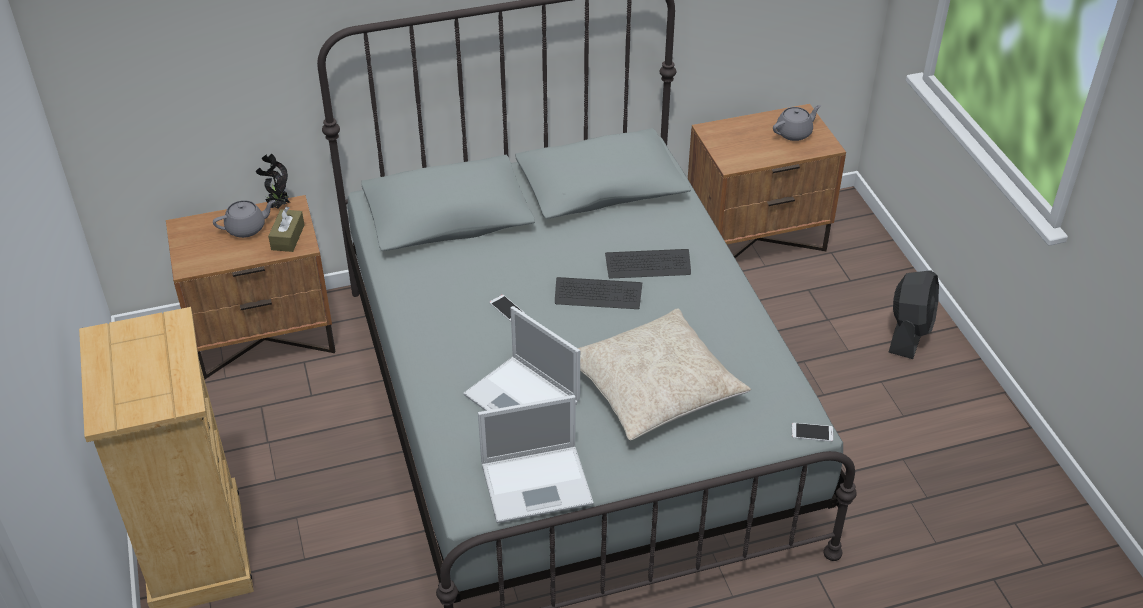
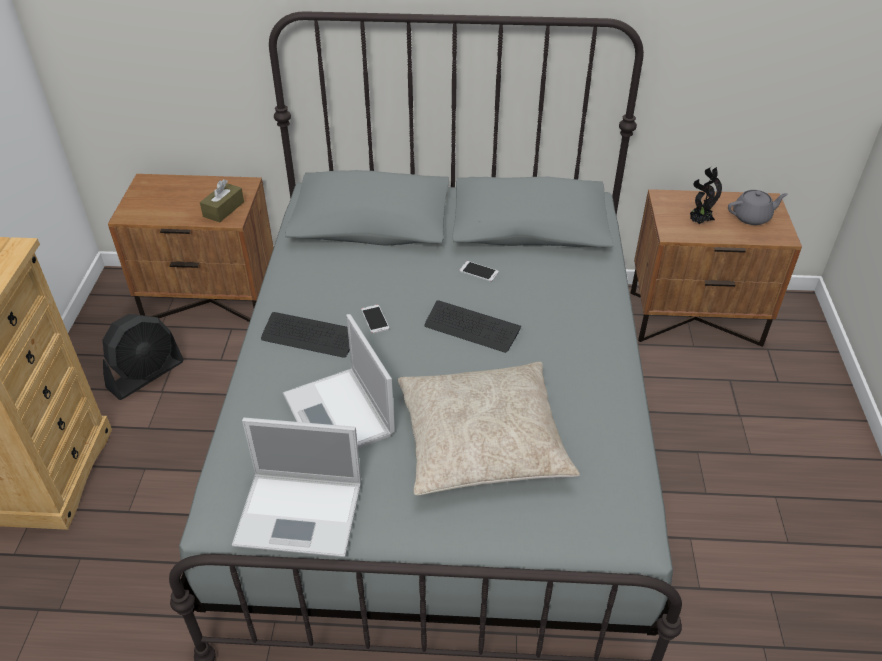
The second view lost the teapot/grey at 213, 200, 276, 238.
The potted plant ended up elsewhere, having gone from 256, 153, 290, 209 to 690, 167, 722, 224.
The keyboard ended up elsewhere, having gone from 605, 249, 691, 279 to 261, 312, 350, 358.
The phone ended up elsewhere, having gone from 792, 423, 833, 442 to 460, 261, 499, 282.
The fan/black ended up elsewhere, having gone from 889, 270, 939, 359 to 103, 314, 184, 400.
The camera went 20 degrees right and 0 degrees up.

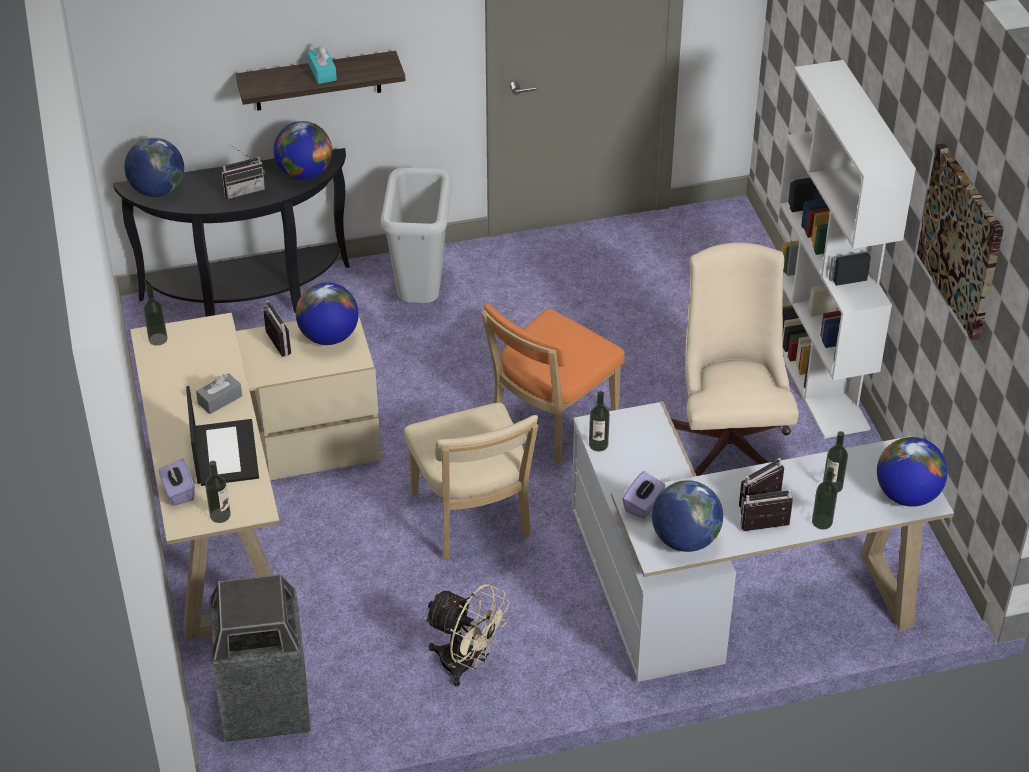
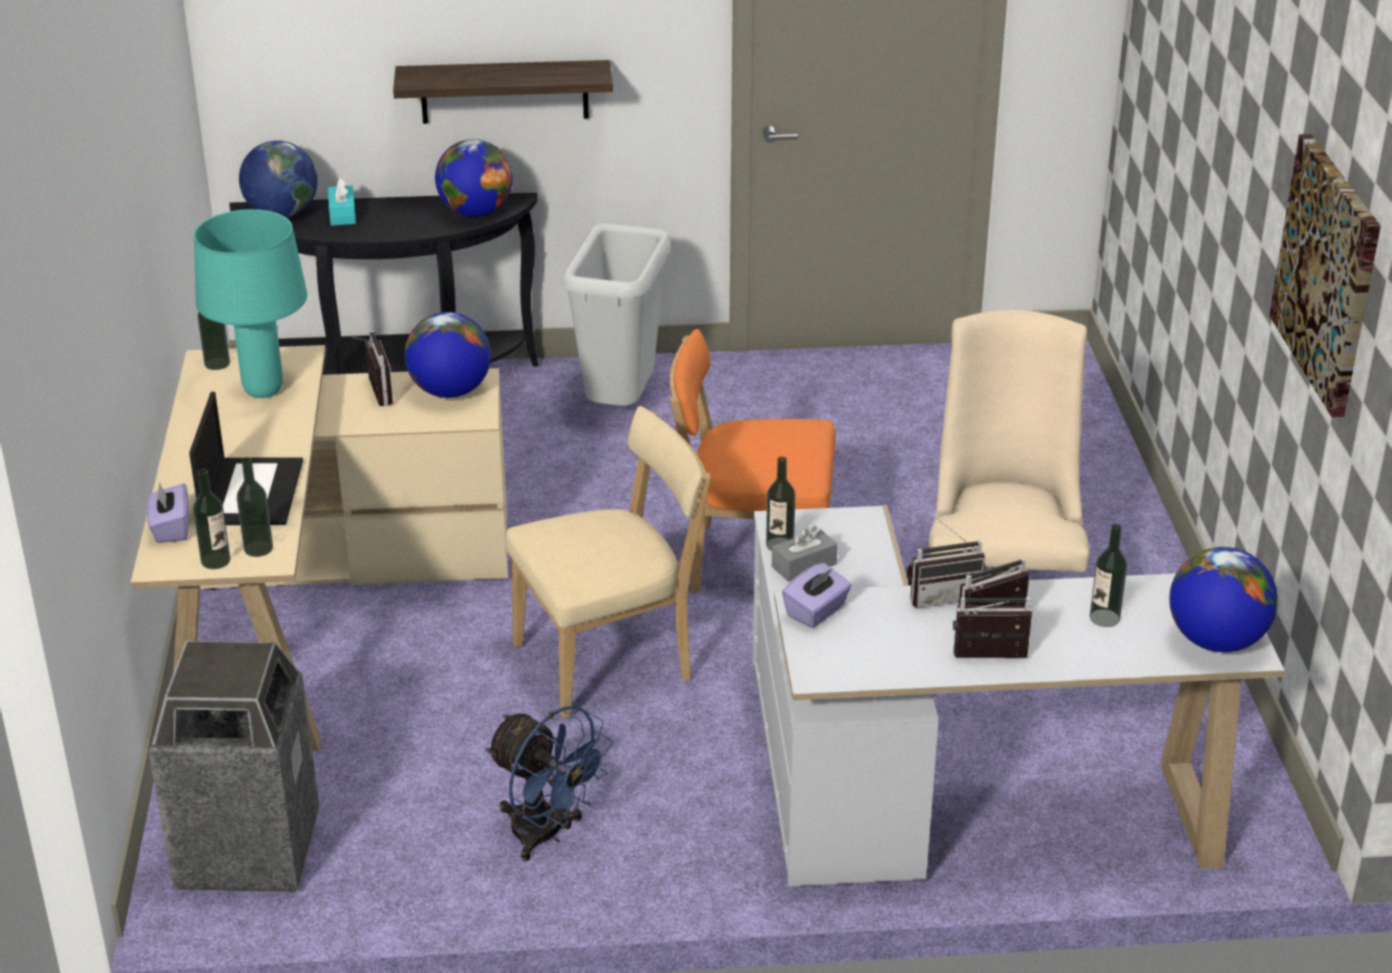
The second view lost the globe at 652, 480, 723, 552.
The second view lost the bookcase/white at 779, 60, 916, 439.
The second view gained the table lamp/turquoise at 194, 209, 307, 398.
The tissue box/grey ended up elsewhere, having gone from 196, 373, 242, 414 to 772, 525, 838, 582.
The radio ended up elsewhere, having gone from 221, 147, 265, 199 to 910, 517, 986, 608.
The tissue box/turquoise ended up elsewhere, having gone from 308, 45, 337, 84 to 328, 178, 356, 226.
The bottle ended up elsewhere, having gone from 812, 467, 838, 530 to 237, 457, 273, 557.
What was the fan/beige at 424, 584, 510, 687 turned into the fan/blue at 485, 706, 613, 861.
The chair/beige at 404, 403, 538, 559 ended up facing another way, 105 degrees counterclockwise from before.
The chair/orange at 481, 303, 625, 465 ended up facing another way, 45 degrees clockwise from before.
The camera went 10 degrees right and 10 degrees down.

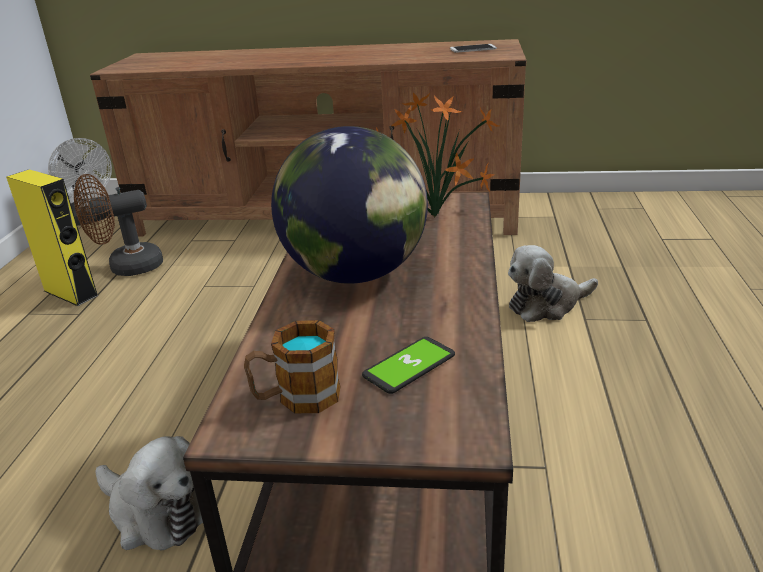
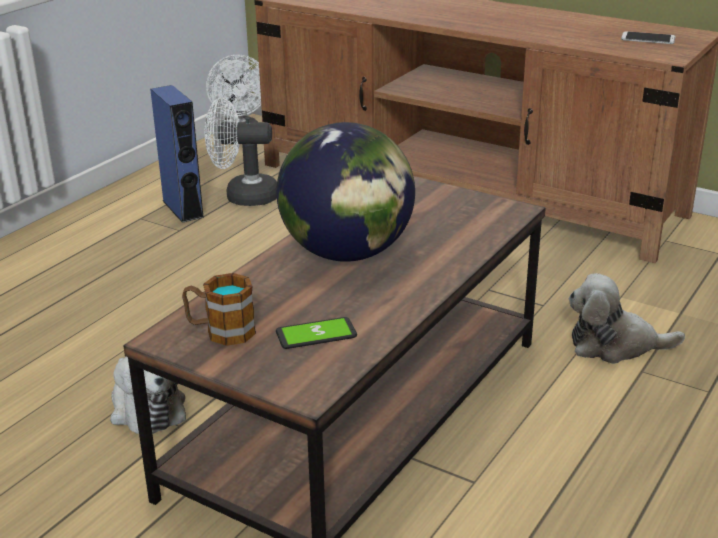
The second view lost the potted plant at 376, 92, 499, 218.
What was the speaker/yellow at 6, 169, 99, 306 turned into the speaker/blue at 150, 85, 204, 223.
What was the fan/brown at 74, 174, 163, 276 turned into the fan/white at 205, 98, 277, 206.
The camera went 25 degrees right and 0 degrees up.

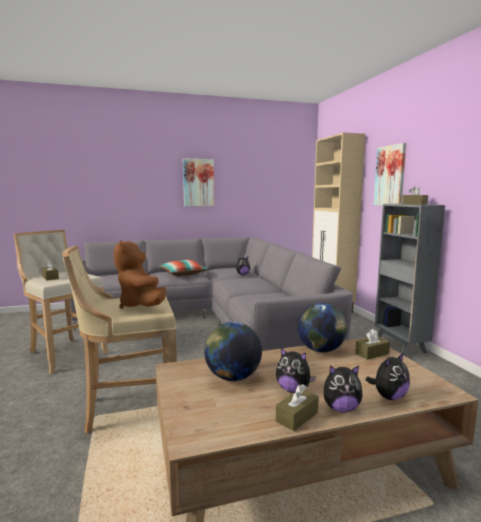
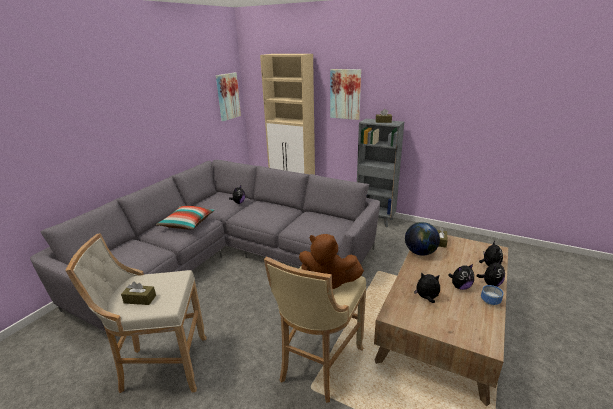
The picture ended up elsewhere, having gone from 183, 158, 214, 206 to 216, 73, 241, 121.
Where the globe stood at 204, 322, 262, 381, the plush toy came to stand at 414, 272, 440, 303.
Where the tissue box/brown stood at 276, 384, 319, 431, the bowl came to stand at 481, 285, 503, 305.
The camera went 45 degrees left and 15 degrees up.

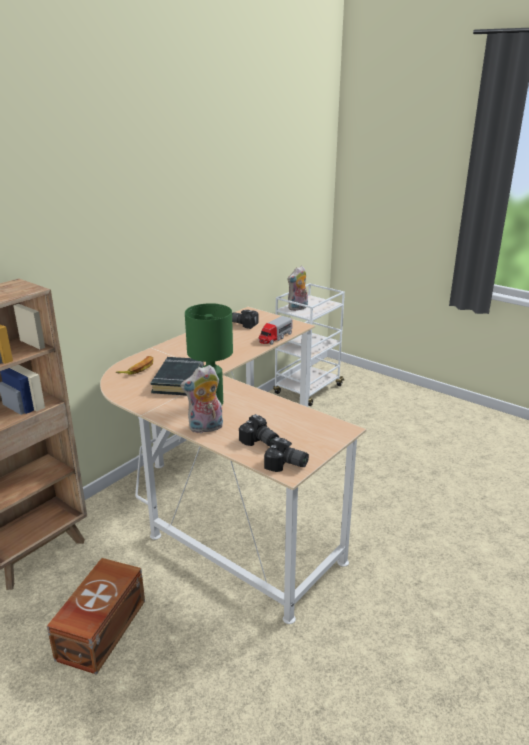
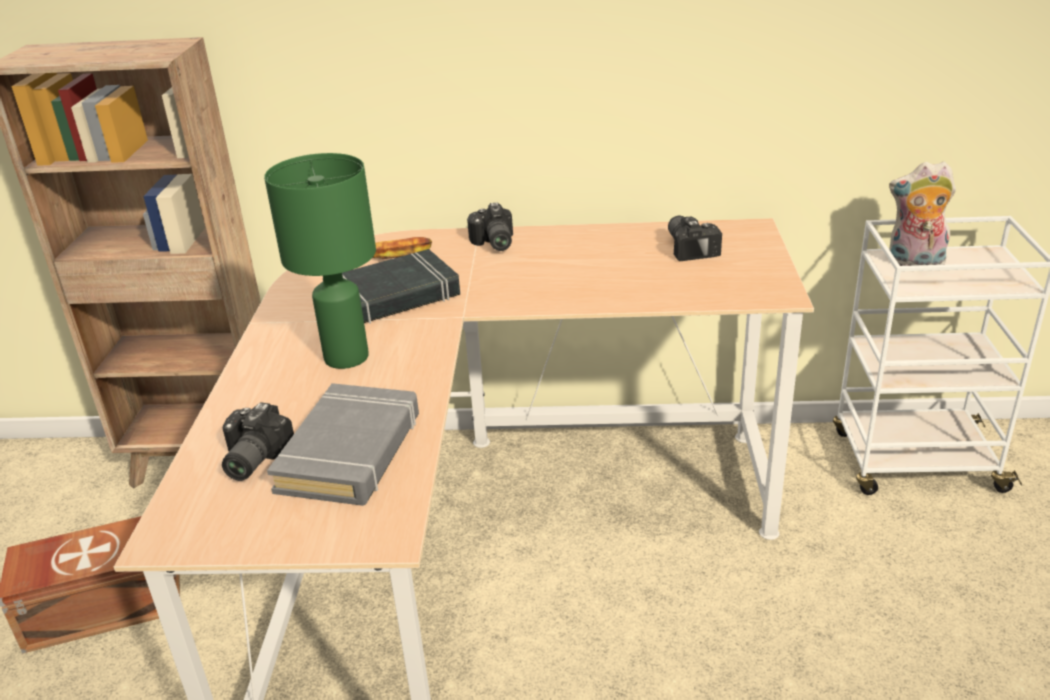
The second view lost the plush toy at 180, 365, 223, 433.
The second view lost the toy truck at 258, 316, 293, 345.
The second view gained the book/grey at 267, 383, 419, 506.
The photo camera ended up elsewhere, having gone from 264, 437, 309, 472 to 467, 202, 513, 251.
The camera went 55 degrees right and 5 degrees up.

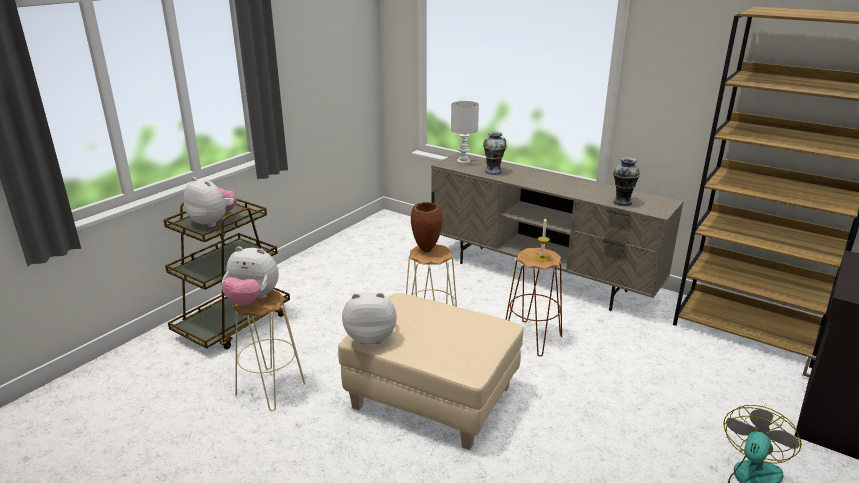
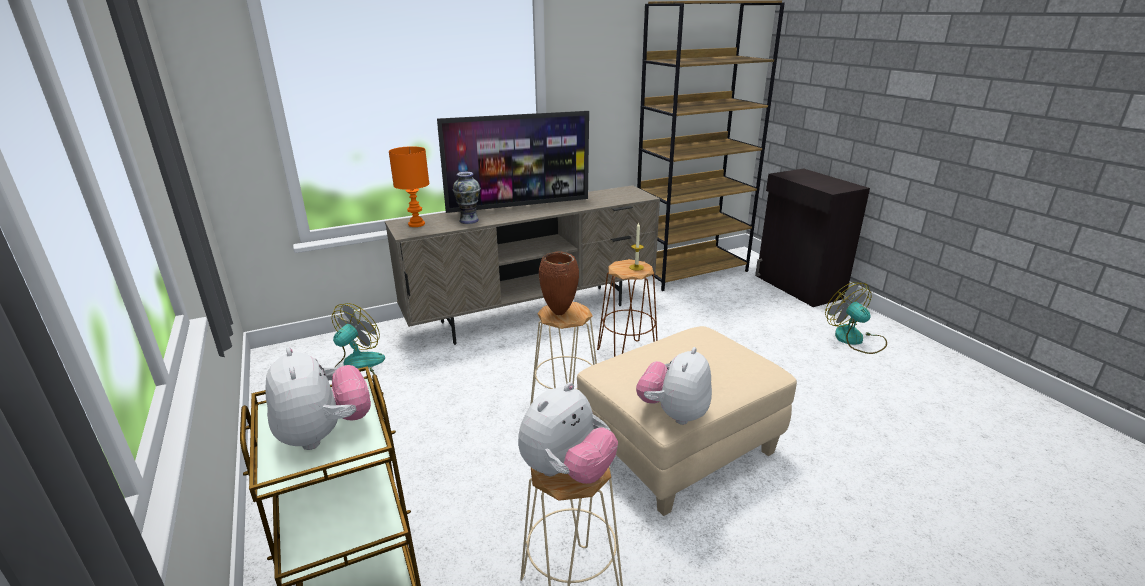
The second view lost the vase at 613, 158, 640, 206.
The second view gained the fan at 332, 303, 385, 380.
The second view gained the television at 437, 111, 589, 213.
What was the table lamp/white at 451, 101, 479, 164 turned into the table lamp/orange at 389, 146, 429, 227.
The plush toy at 184, 177, 237, 227 ended up facing another way, 90 degrees clockwise from before.
The camera went 60 degrees left and 0 degrees up.

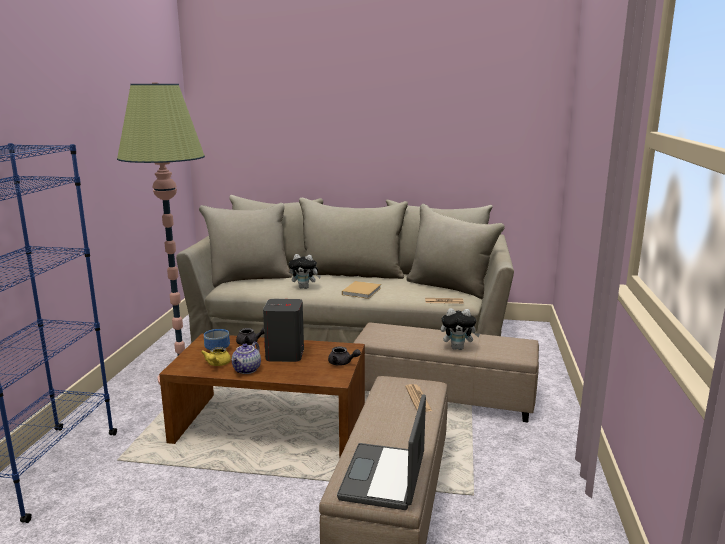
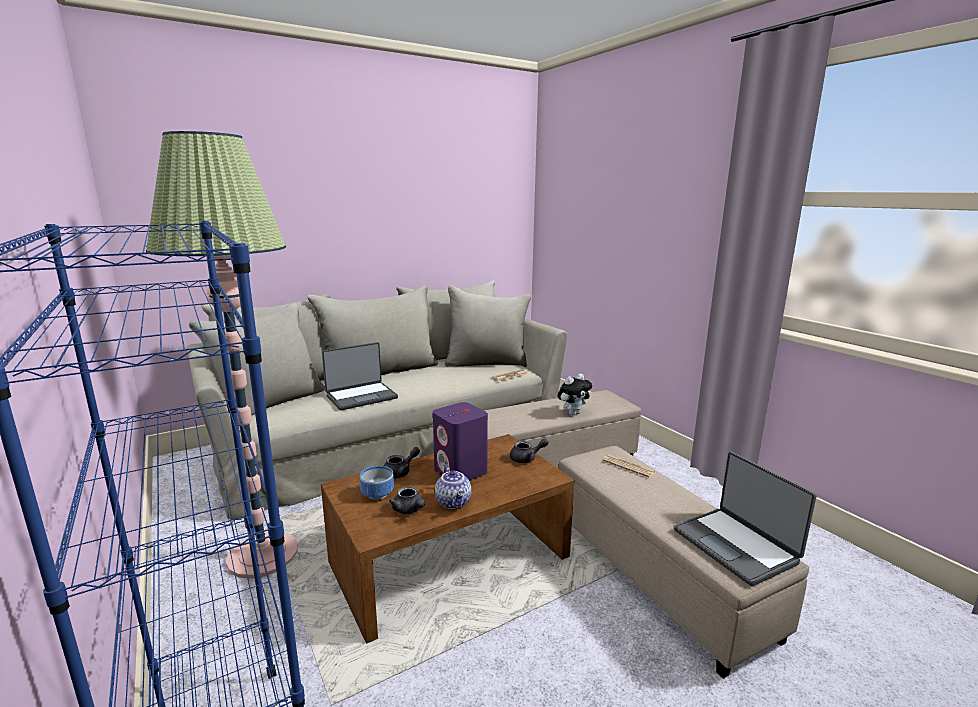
The second view lost the book/beige at 342, 281, 381, 299.
Where the plush toy stood at 289, 254, 321, 289, the laptop came to stand at 322, 342, 398, 411.
What was the teapot/yellow at 201, 347, 231, 366 turned into the teapot/grey at 389, 487, 425, 514.
What was the speaker/grey at 263, 299, 304, 362 turned into the speaker/purple at 433, 402, 488, 480.
The camera went 40 degrees left and 0 degrees up.

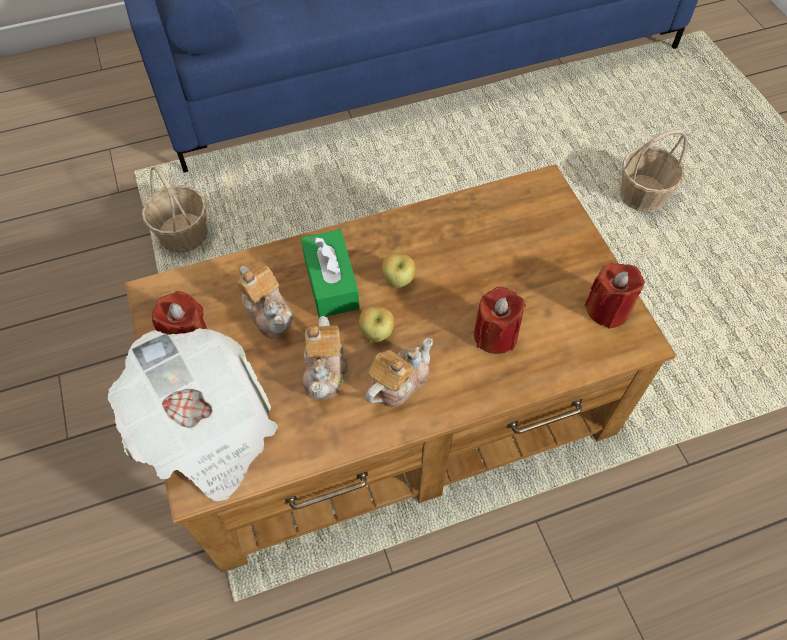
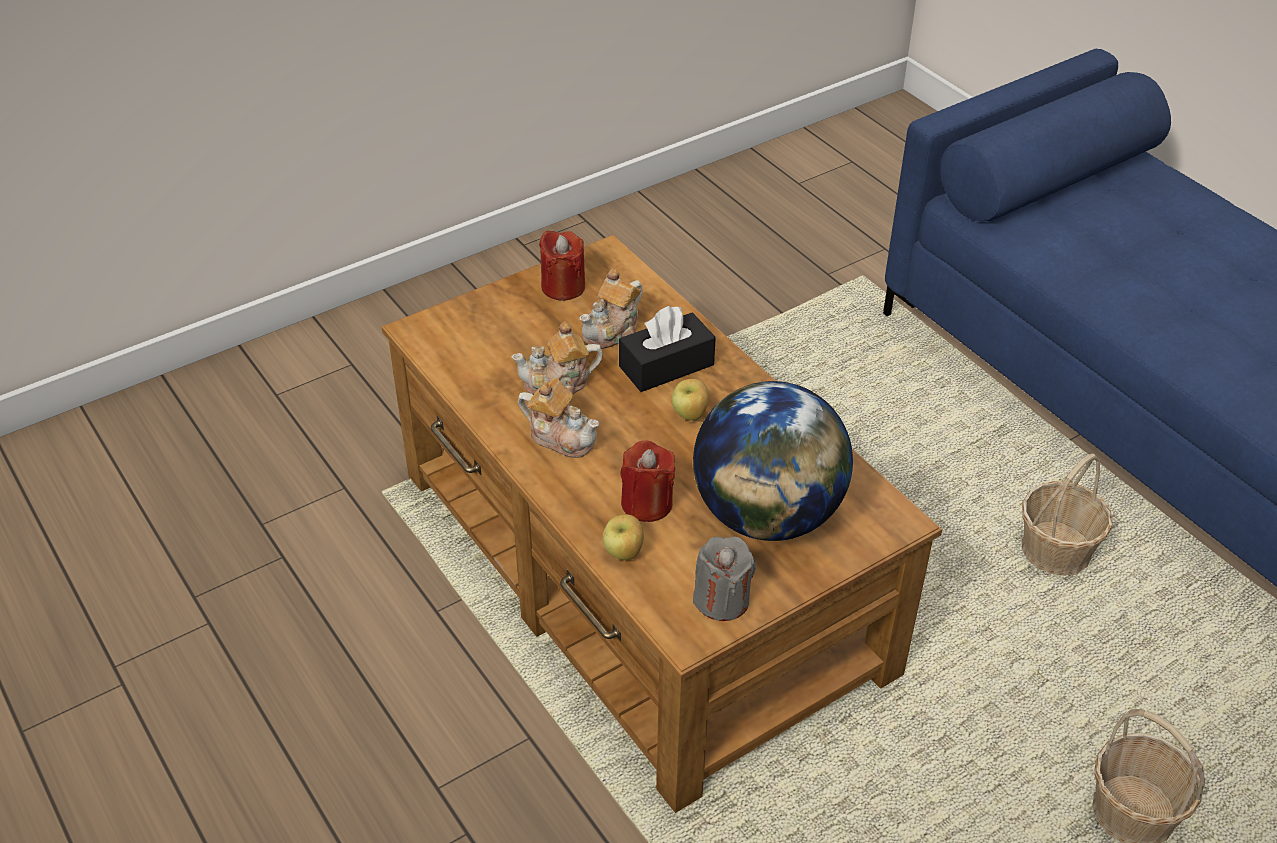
The second view lost the newspaper at 108, 328, 278, 501.
The second view gained the globe at 693, 381, 853, 541.
The basket ended up elsewhere, having gone from 142, 165, 208, 253 to 1022, 454, 1112, 576.
The apple ended up elsewhere, having gone from 359, 306, 394, 342 to 603, 514, 644, 560.
What was the tissue box/green at 301, 230, 360, 318 turned into the tissue box/black at 619, 306, 716, 392.
What was the candle/red at 585, 263, 645, 329 turned into the candle/grey at 693, 537, 756, 621.
The camera went 75 degrees right and 15 degrees down.

